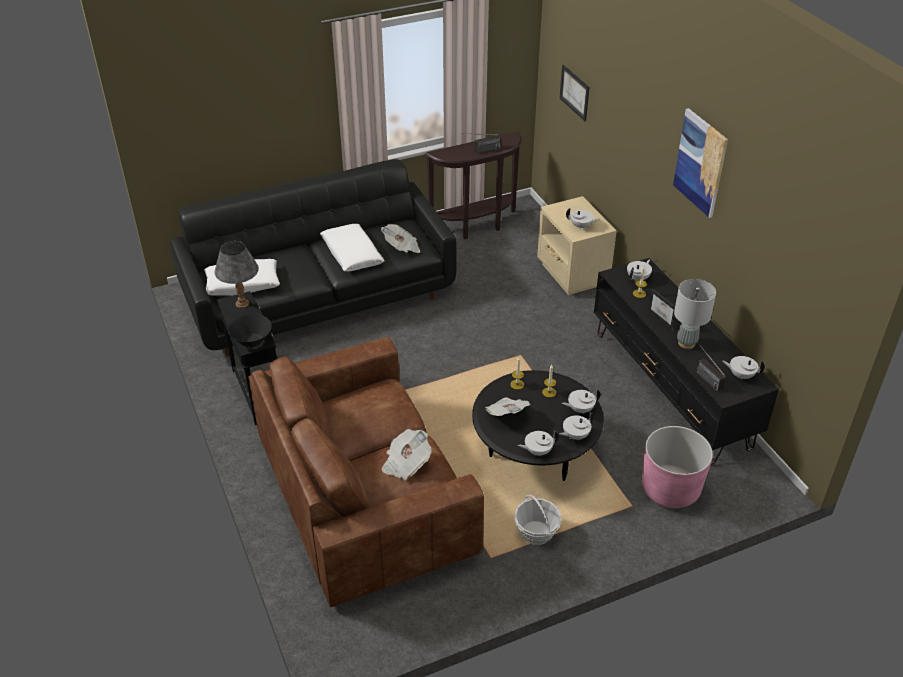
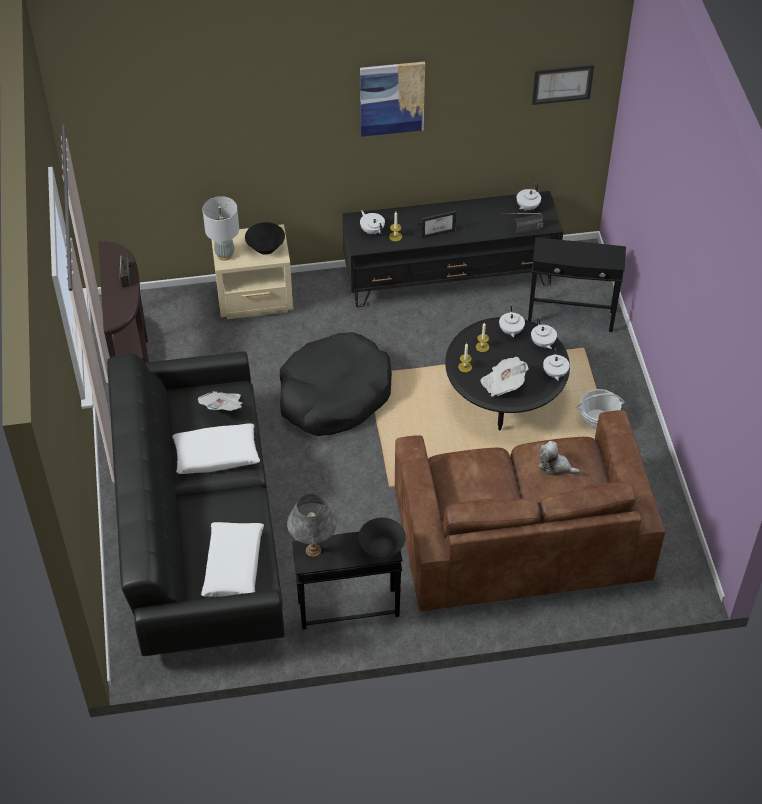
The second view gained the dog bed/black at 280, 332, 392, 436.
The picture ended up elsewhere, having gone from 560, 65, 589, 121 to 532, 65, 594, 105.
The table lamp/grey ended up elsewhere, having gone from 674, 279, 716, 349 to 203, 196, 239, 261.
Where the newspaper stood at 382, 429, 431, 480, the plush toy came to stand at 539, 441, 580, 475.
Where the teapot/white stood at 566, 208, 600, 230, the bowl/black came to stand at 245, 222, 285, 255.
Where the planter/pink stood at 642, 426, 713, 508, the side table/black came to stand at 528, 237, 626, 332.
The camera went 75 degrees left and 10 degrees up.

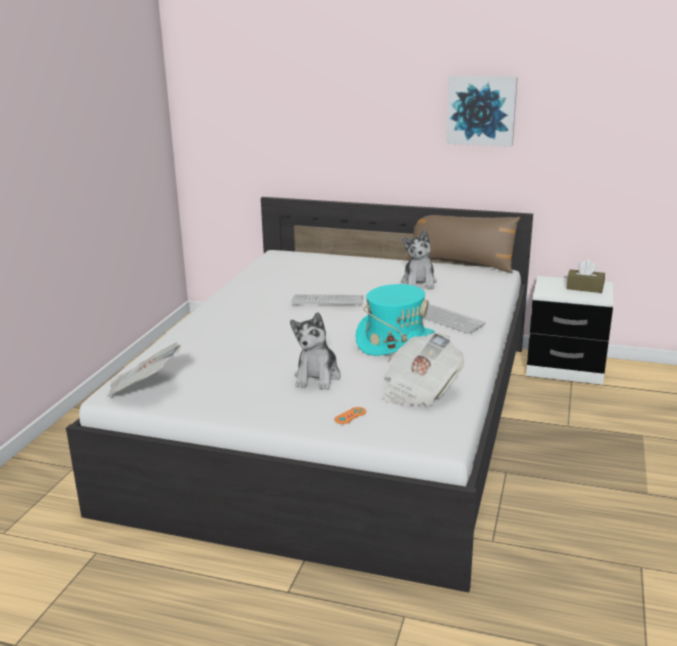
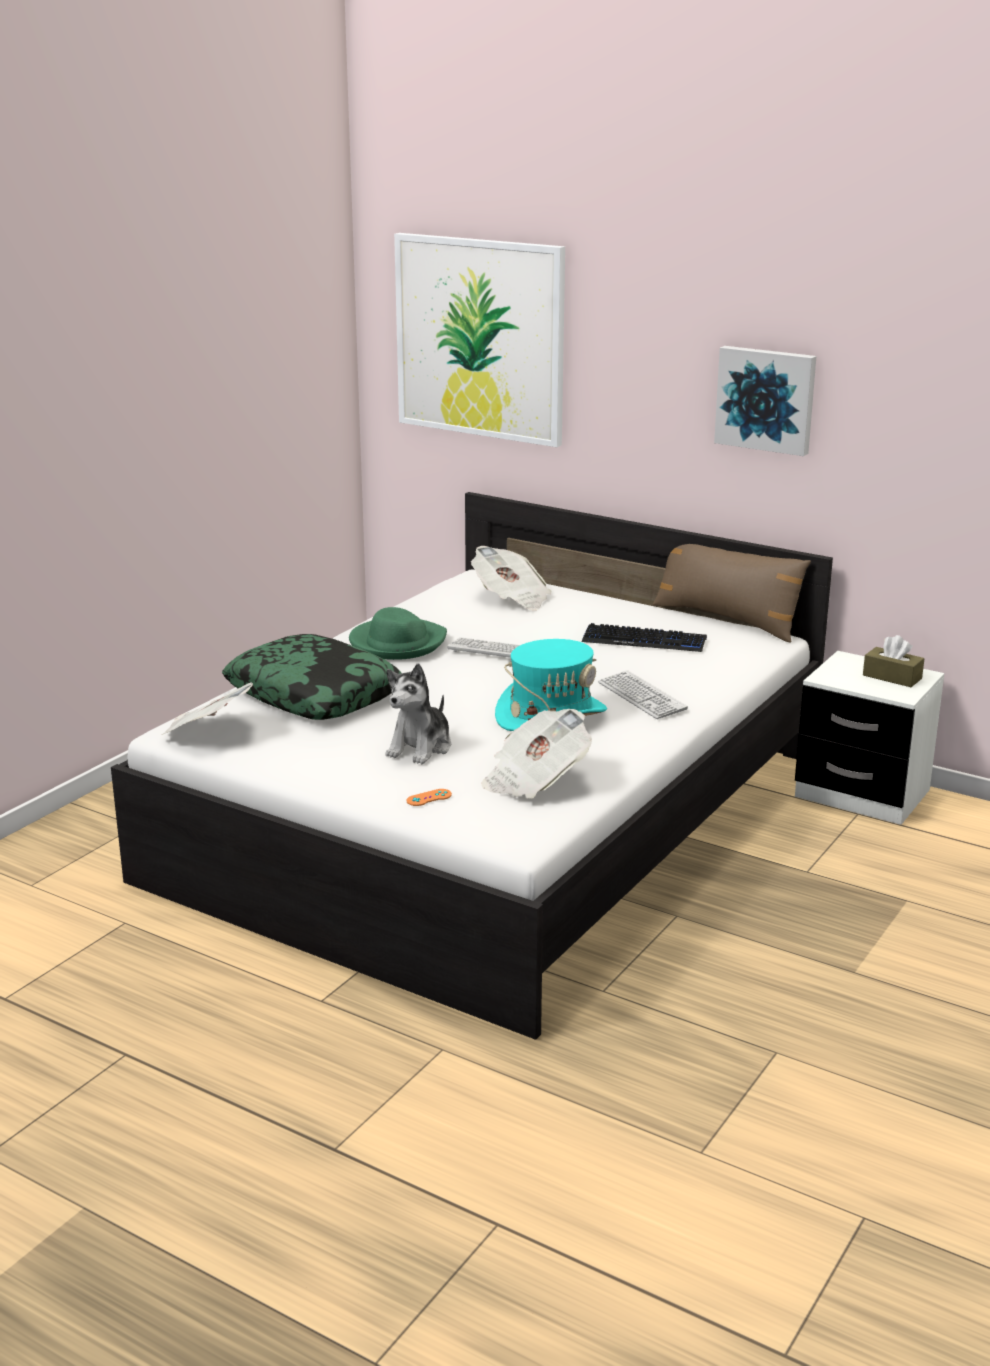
The second view gained the pillow at 222, 634, 401, 720.
The second view gained the hat/green at 349, 607, 447, 660.
The second view gained the picture at 394, 233, 565, 447.
The second view gained the newspaper at 471, 546, 552, 611.
Where the plush toy stood at 401, 230, 437, 289, the keyboard came to stand at 582, 623, 707, 652.
The camera went 15 degrees right and 0 degrees up.

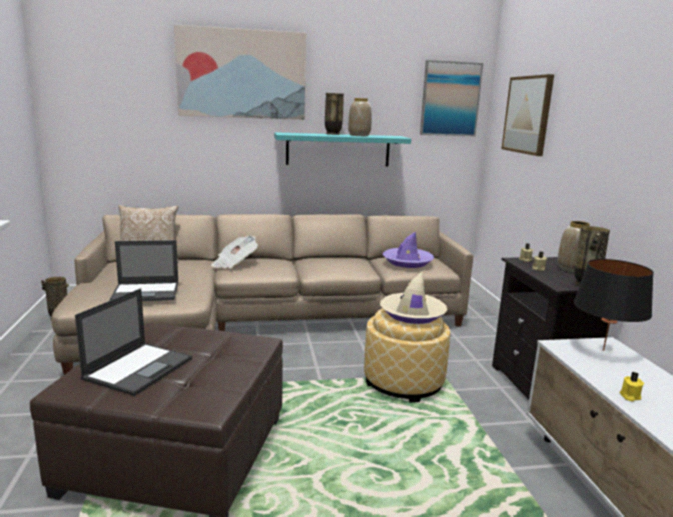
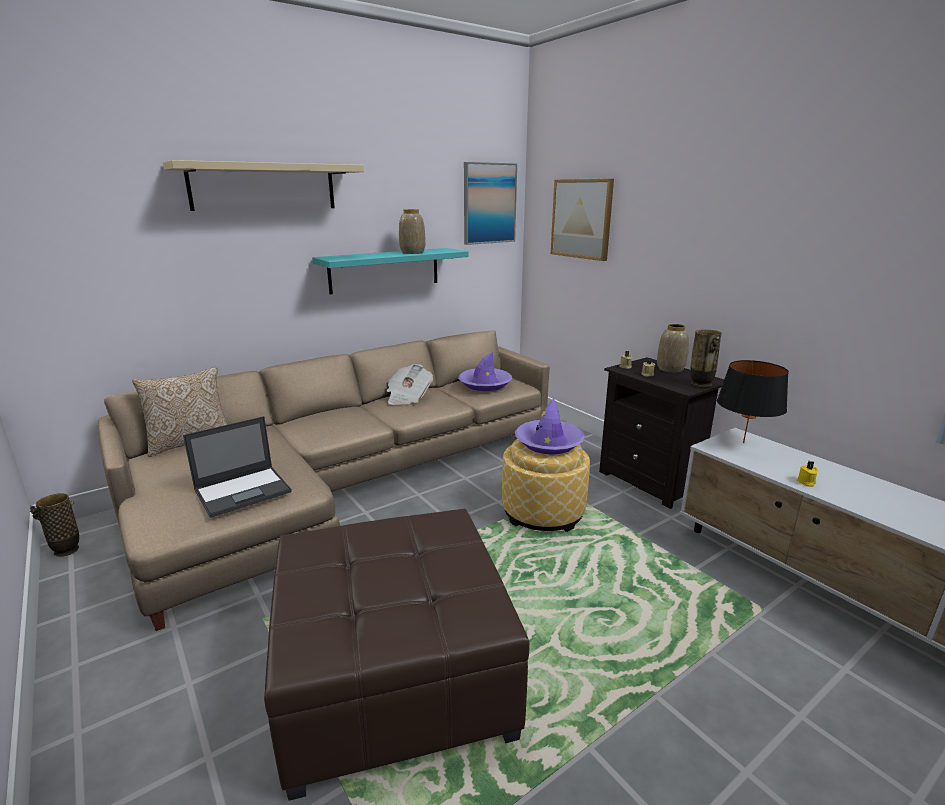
The second view lost the laptop at 75, 288, 192, 396.
The second view lost the vase at 325, 93, 344, 135.
The newspaper ended up elsewhere, having gone from 211, 236, 258, 268 to 387, 364, 433, 405.
Where the picture hung at 174, 25, 306, 120, the shelf/beige came to hang at 163, 160, 364, 211.
What was the hat/beige at 380, 272, 447, 324 turned into the hat/purple at 515, 398, 585, 455.
The camera went 25 degrees left and 5 degrees up.

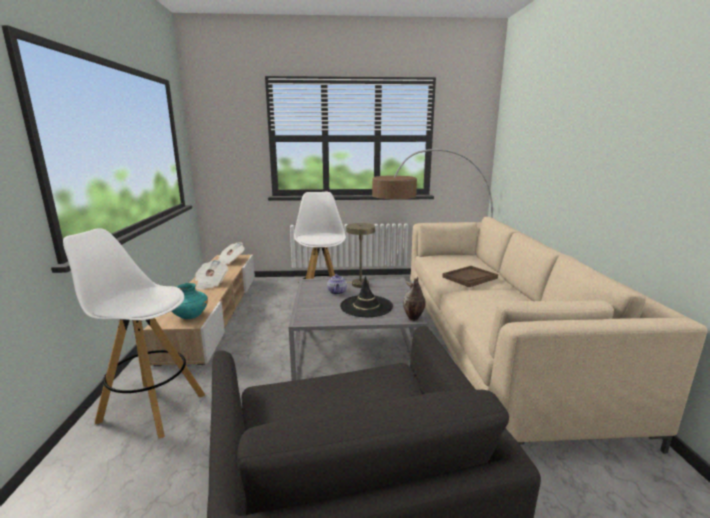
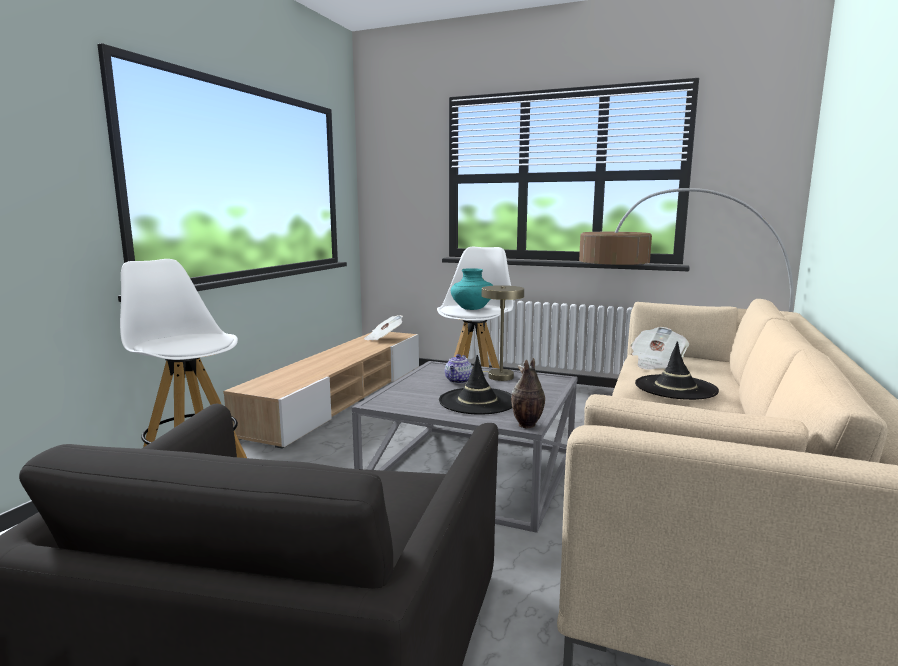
The vase/turquoise ended up elsewhere, having gone from 172, 283, 208, 319 to 451, 268, 493, 310.
The newspaper ended up elsewhere, having gone from 195, 260, 228, 290 to 631, 327, 689, 370.
Where the tray/brown stood at 442, 266, 498, 287, the hat/black came to stand at 635, 341, 719, 400.
The camera went 25 degrees right and 5 degrees down.

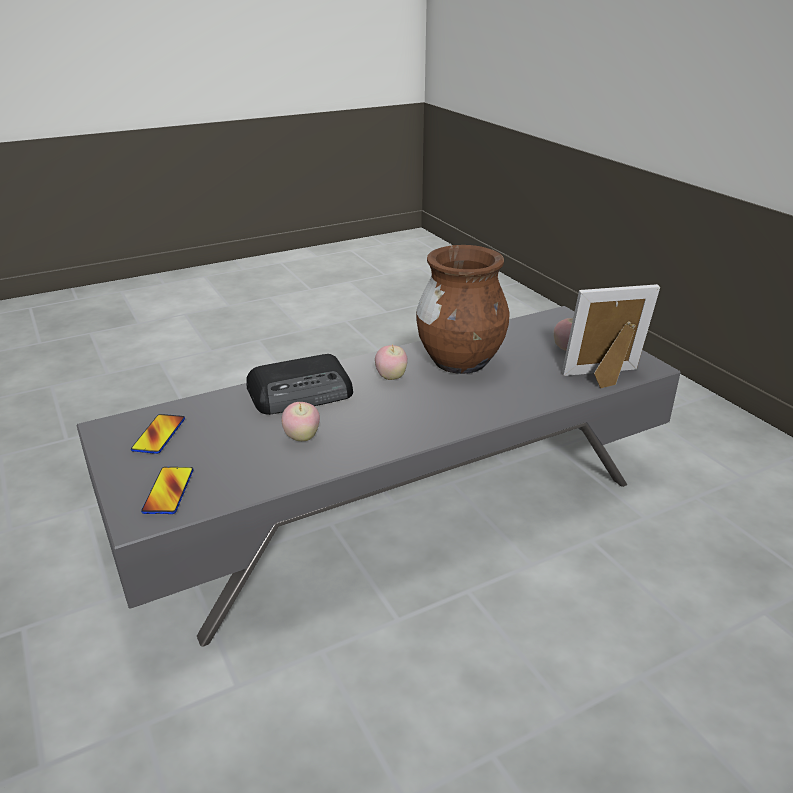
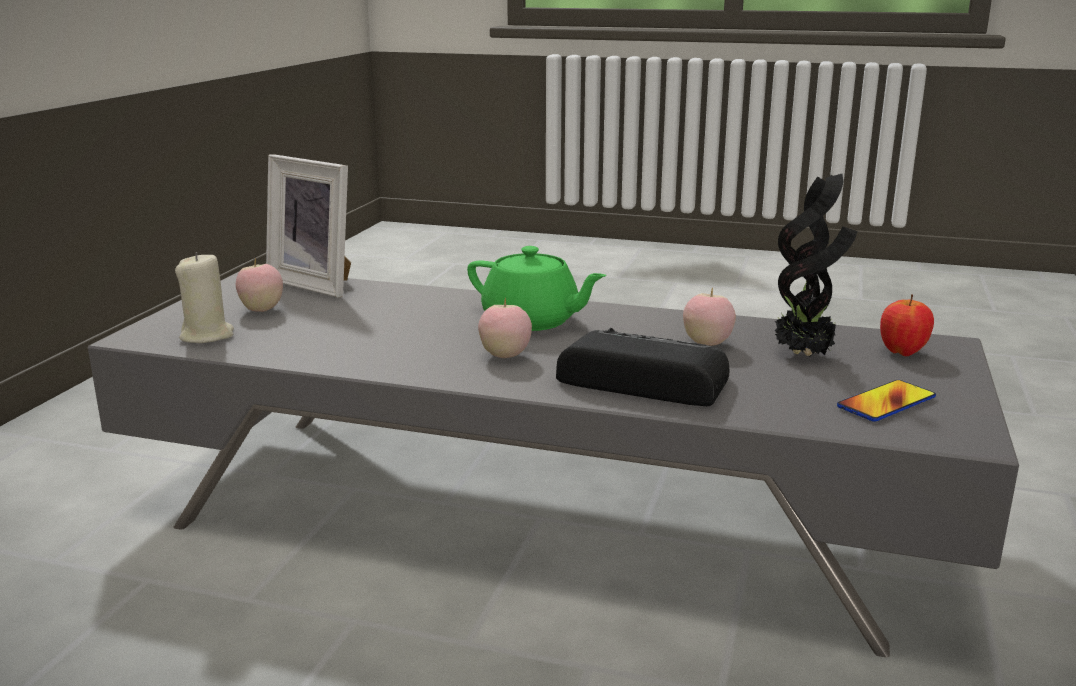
The second view lost the vase/brown at 416, 245, 510, 374.
The second view gained the candle/beige at 175, 252, 234, 343.
The second view gained the teapot/green at 467, 246, 606, 331.
The second view gained the potted plant at 775, 174, 858, 357.
Where the phone stood at 141, 467, 194, 514, the apple came to stand at 880, 294, 934, 356.
The camera went 135 degrees left and 10 degrees down.

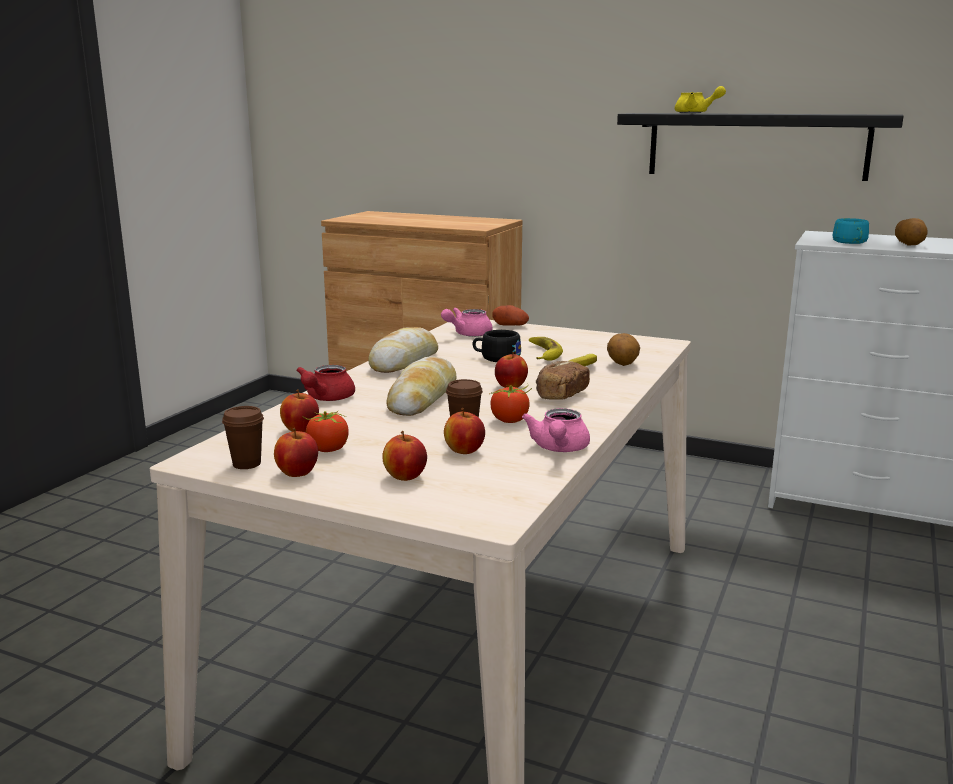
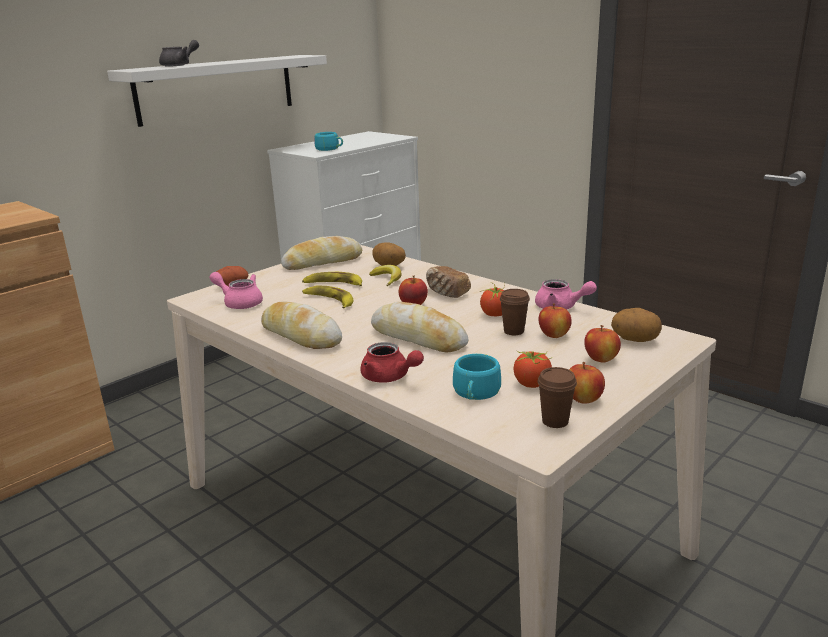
The second view gained the bread at 281, 236, 362, 270.
The potato ended up elsewhere, having gone from 895, 218, 927, 246 to 611, 308, 662, 342.
Where the apple stood at 280, 390, 319, 432, the cup/turquoise came to stand at 453, 354, 501, 400.
Where the cup/black stood at 473, 330, 521, 362, the banana came to stand at 302, 285, 353, 309.
What was the shelf/black at 617, 113, 903, 181 turned into the shelf/white at 107, 55, 327, 127.
What was the teapot/yellow at 675, 86, 726, 113 turned into the teapot/grey at 159, 40, 199, 67.
The teapot/pink at 441, 307, 493, 337 ended up facing another way, 135 degrees clockwise from before.
The camera went 70 degrees left and 5 degrees up.

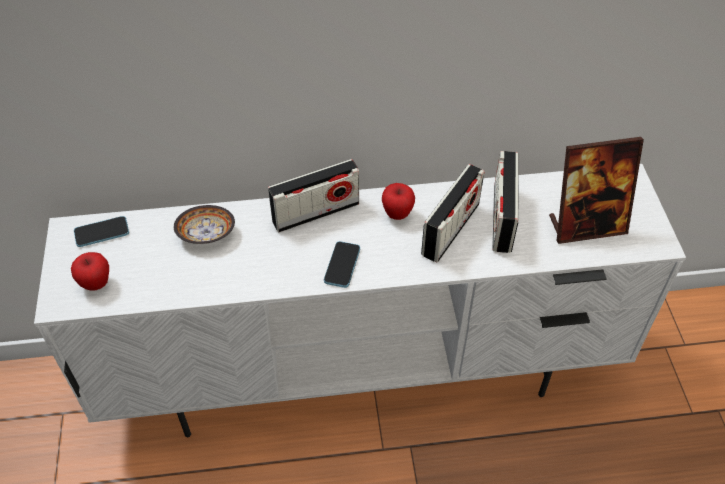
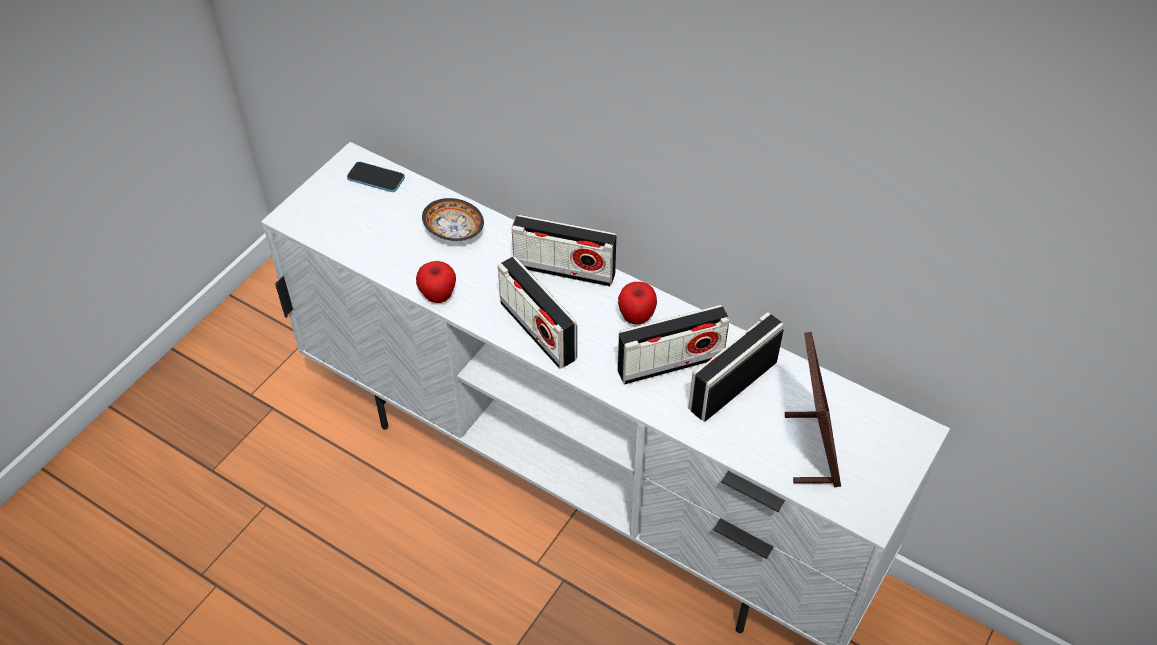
The apple ended up elsewhere, having gone from 71, 252, 109, 290 to 416, 261, 456, 303.
Where the phone stood at 324, 241, 360, 288, the radio came to stand at 498, 256, 577, 369.
The picture frame at 549, 137, 644, 244 ended up facing another way, 120 degrees counterclockwise from before.
The camera went 40 degrees right and 0 degrees up.

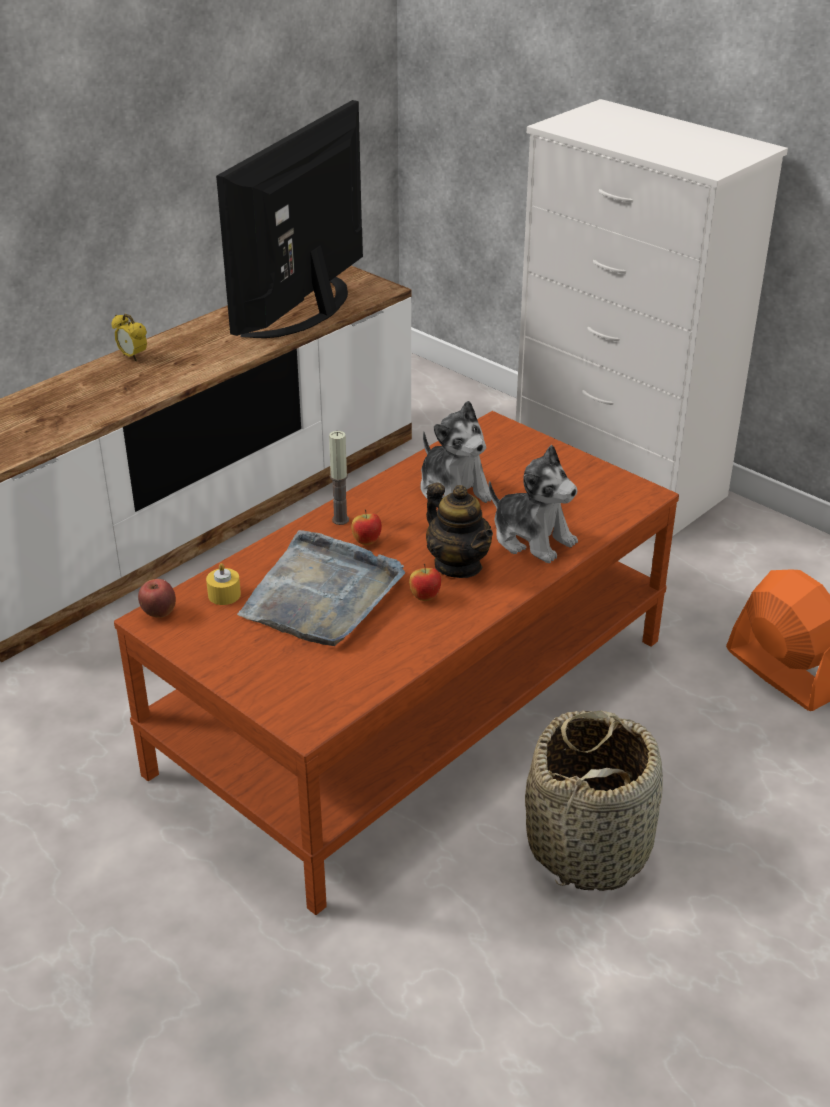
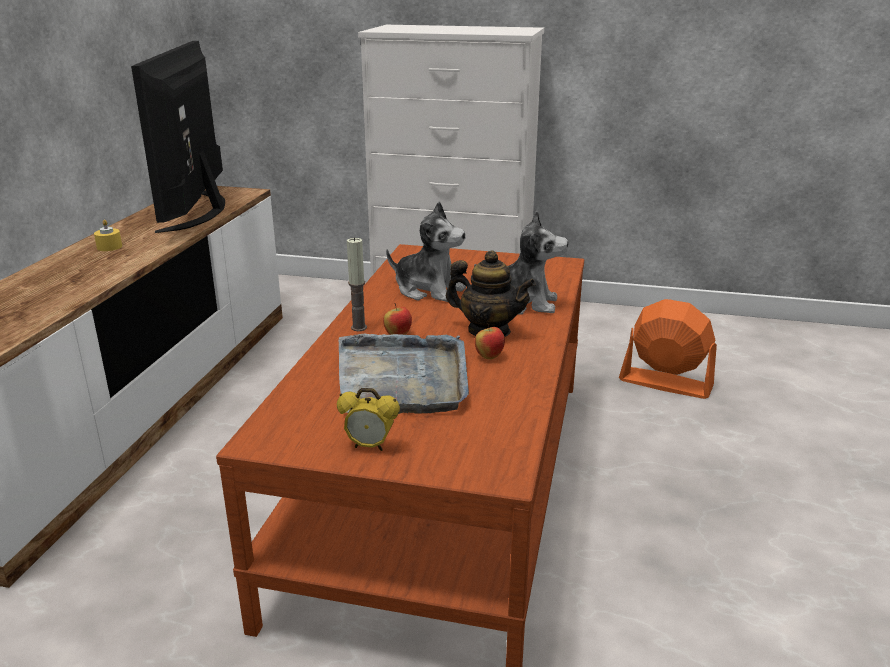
The second view lost the apple at 138, 579, 176, 617.
The second view lost the basket at 525, 710, 663, 891.
The alarm clock ended up elsewhere, having gone from 112, 314, 147, 361 to 337, 388, 400, 451.
The candle/yellow ended up elsewhere, having gone from 206, 563, 241, 605 to 94, 220, 122, 251.
The camera went 30 degrees left and 10 degrees down.

